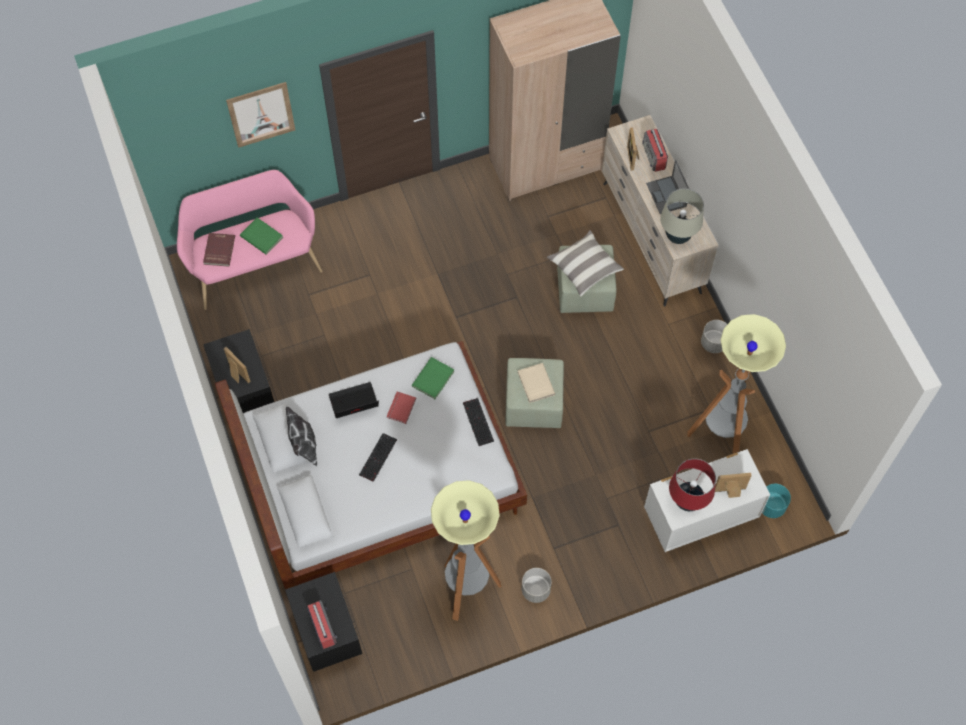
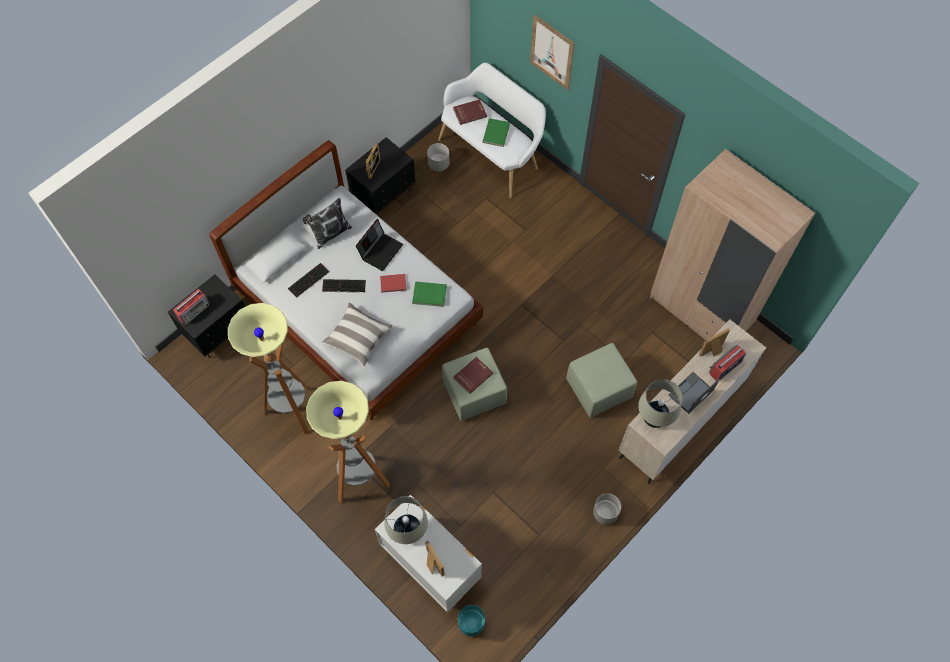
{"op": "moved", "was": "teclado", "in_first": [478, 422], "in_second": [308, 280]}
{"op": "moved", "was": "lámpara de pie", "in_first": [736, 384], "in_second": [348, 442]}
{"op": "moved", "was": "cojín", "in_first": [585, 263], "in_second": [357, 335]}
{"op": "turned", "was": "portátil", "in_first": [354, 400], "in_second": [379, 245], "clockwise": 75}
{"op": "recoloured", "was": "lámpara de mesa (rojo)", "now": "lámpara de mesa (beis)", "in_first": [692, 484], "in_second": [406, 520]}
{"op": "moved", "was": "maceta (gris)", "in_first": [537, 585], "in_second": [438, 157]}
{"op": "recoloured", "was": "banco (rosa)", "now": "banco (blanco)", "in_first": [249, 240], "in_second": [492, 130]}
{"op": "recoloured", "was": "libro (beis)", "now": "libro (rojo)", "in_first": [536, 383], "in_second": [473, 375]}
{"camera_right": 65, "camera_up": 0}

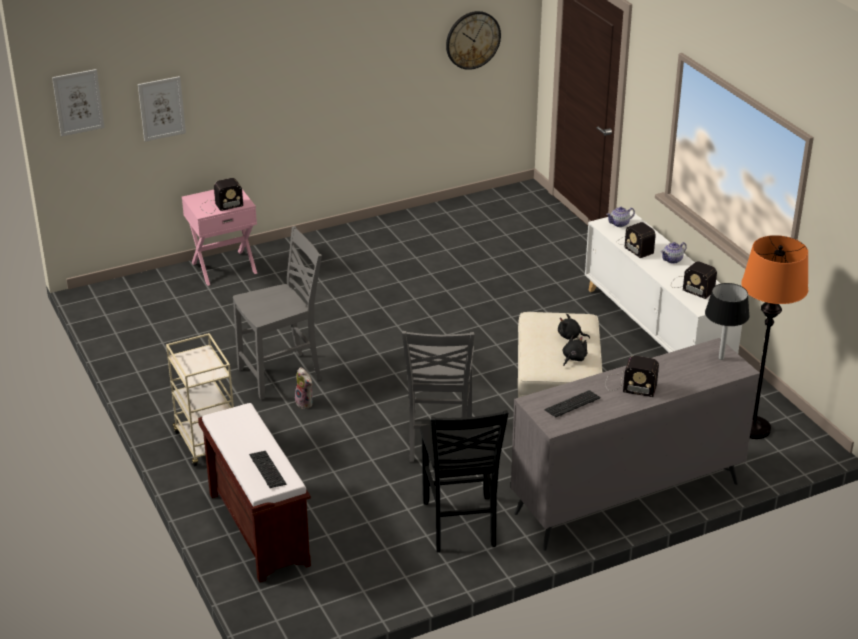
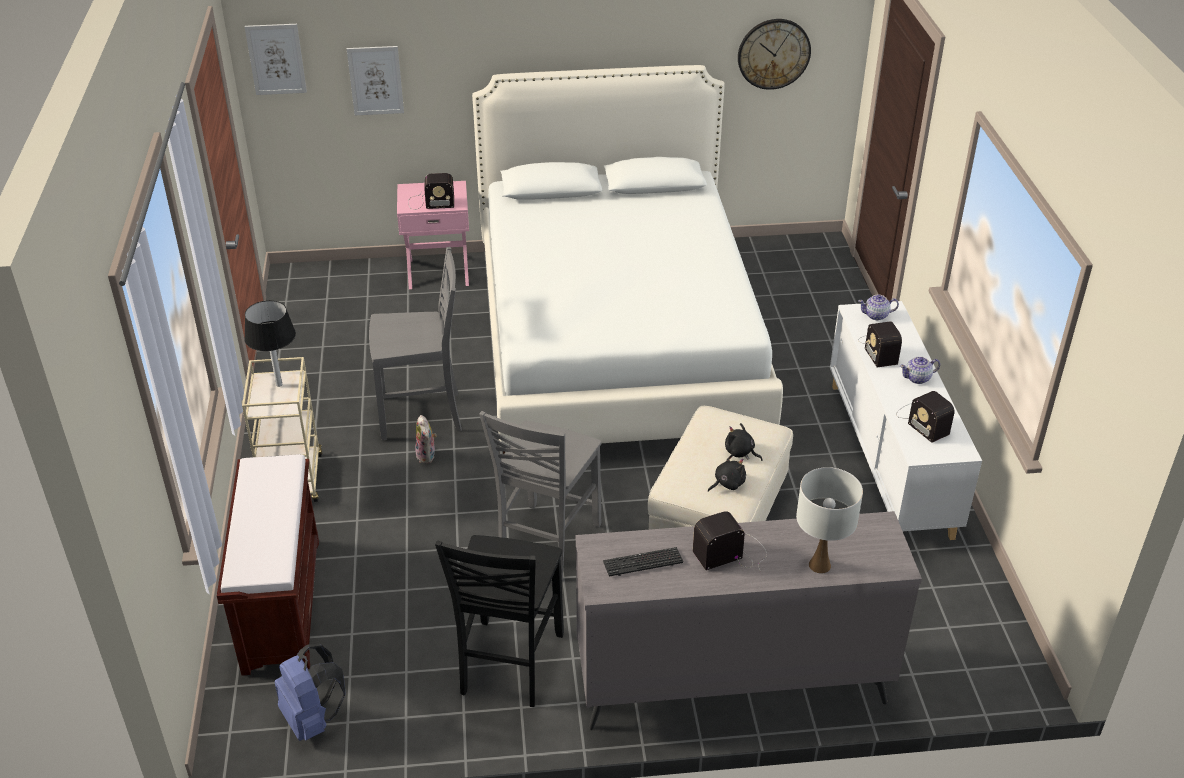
{"op": "moved", "was": "lámpara de mesa (negro)", "in_first": [727, 321], "in_second": [270, 343]}
{"op": "added", "now": "mochila (azul)", "in_second": [310, 692]}
{"op": "added", "now": "cama (blanco)", "in_second": [627, 259]}
{"op": "turned", "was": "radio", "in_first": [632, 376], "in_second": [730, 541], "clockwise": 120}
{"op": "added", "now": "lámpara de mesa (blanco)", "in_second": [829, 520]}
{"op": "removed", "was": "teclado", "in_first": [268, 469]}
{"op": "removed", "was": "lámpara de pie (naranja)", "in_first": [774, 337]}
{"camera_right": 20, "camera_up": 5}

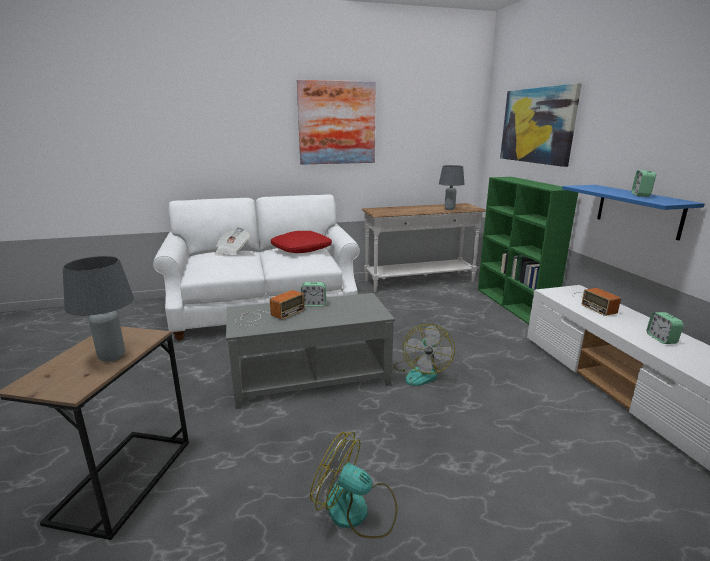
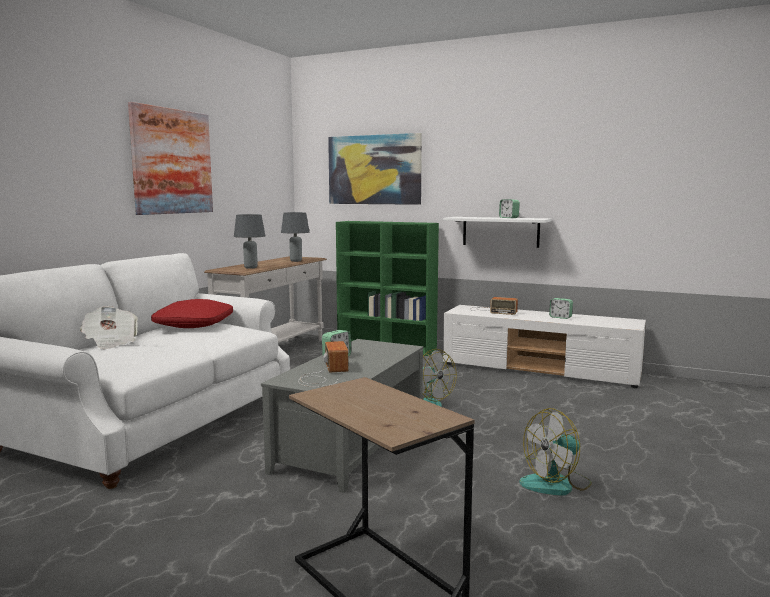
{"op": "moved", "was": "lámpara de mesa (gris)", "in_first": [98, 309], "in_second": [249, 241]}
{"op": "recoloured", "was": "estante (azul)", "now": "estante (blanco)", "in_first": [633, 212], "in_second": [497, 232]}
{"camera_right": -50, "camera_up": -10}

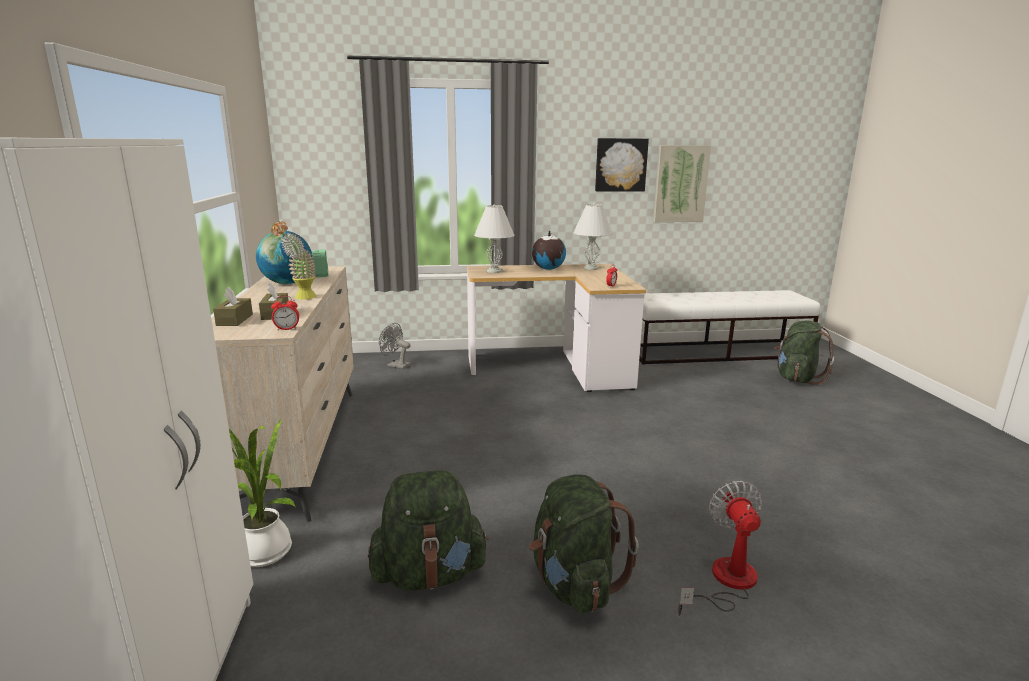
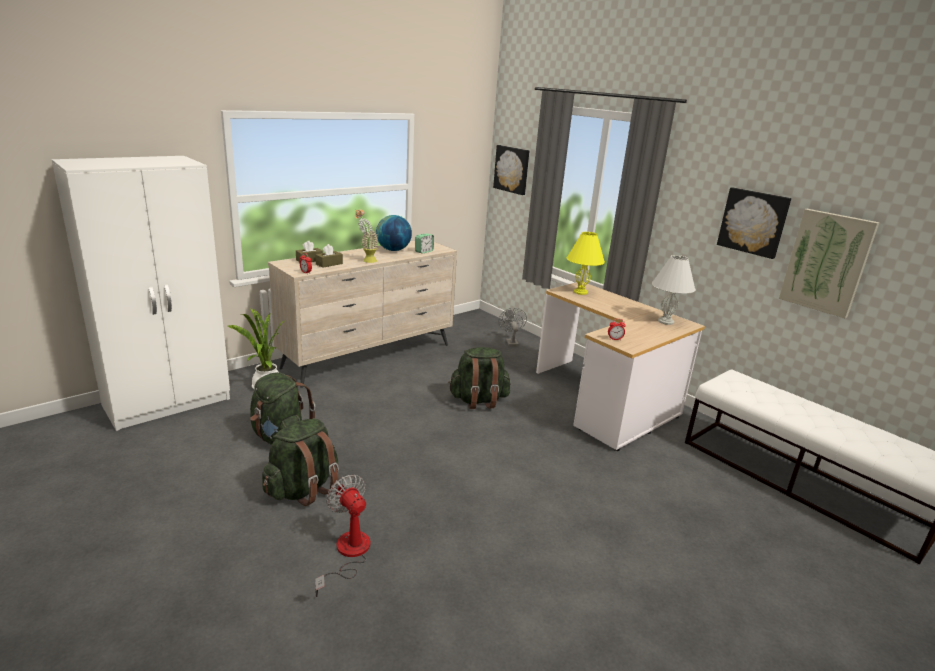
{"op": "turned", "was": "ventilador", "in_first": [720, 548], "in_second": [342, 535], "clockwise": -90}
{"op": "moved", "was": "mochila (verde)", "in_first": [804, 353], "in_second": [479, 378]}
{"op": "added", "now": "cuadro", "in_second": [511, 170]}
{"op": "recoloured", "was": "lámpara de mesa (blanco)", "now": "lámpara de mesa (amarillo)", "in_first": [494, 238], "in_second": [586, 263]}
{"op": "removed", "was": "globo terráqueo", "in_first": [549, 250]}
{"camera_right": 55, "camera_up": 5}

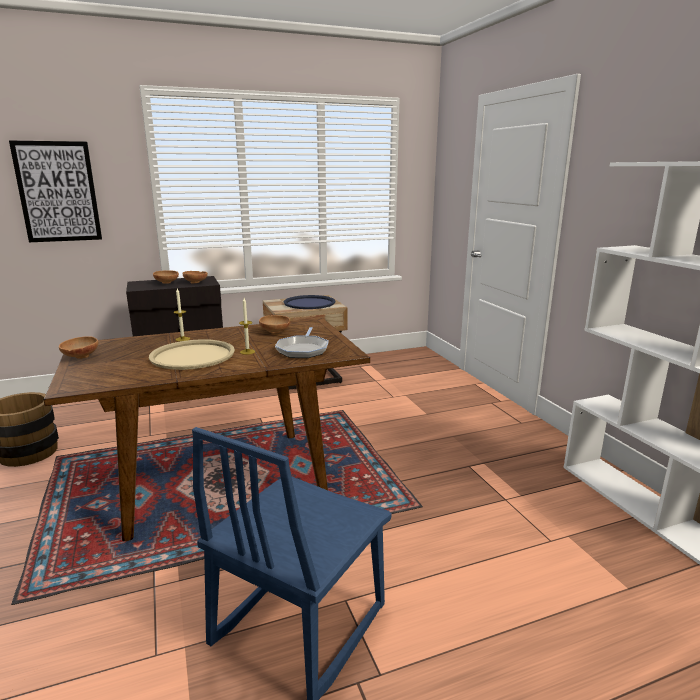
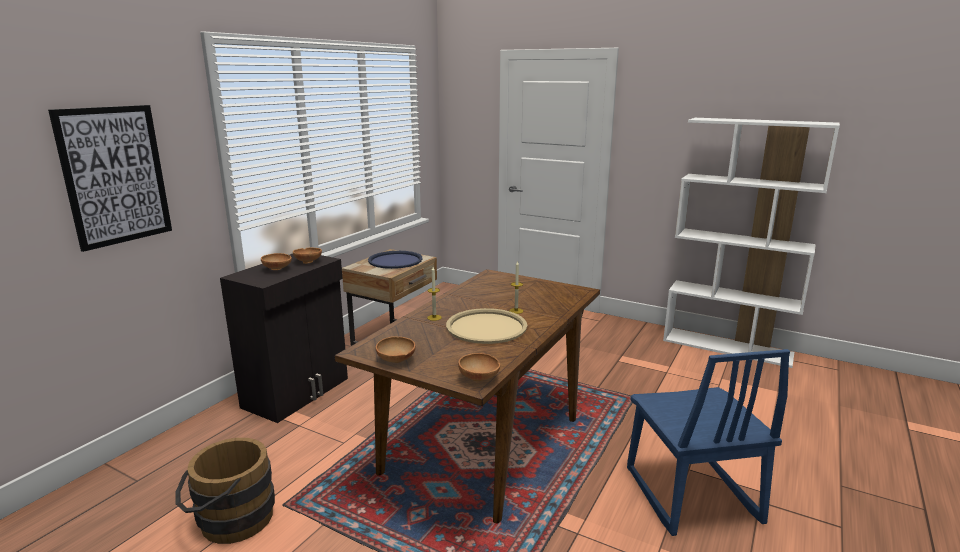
{"op": "moved", "was": "cuenco (marrón)", "in_first": [274, 324], "in_second": [479, 367]}
{"op": "removed", "was": "sartén", "in_first": [302, 342]}
{"camera_right": -40, "camera_up": 0}

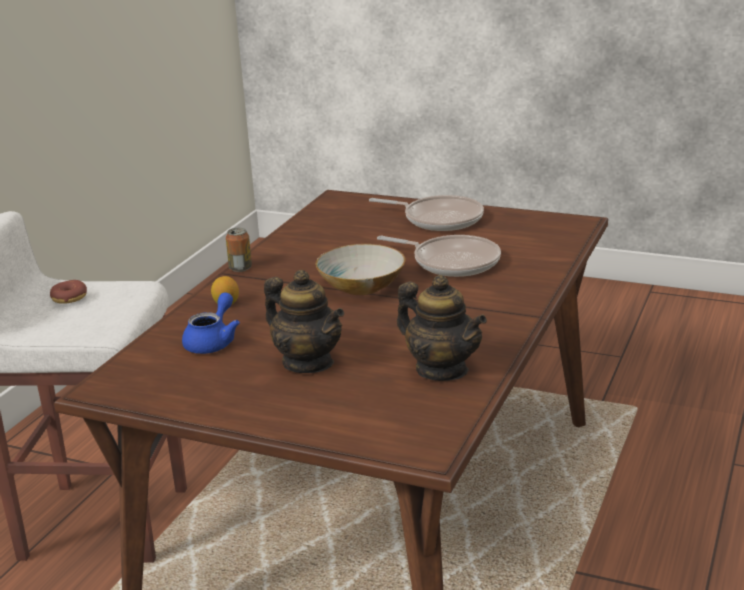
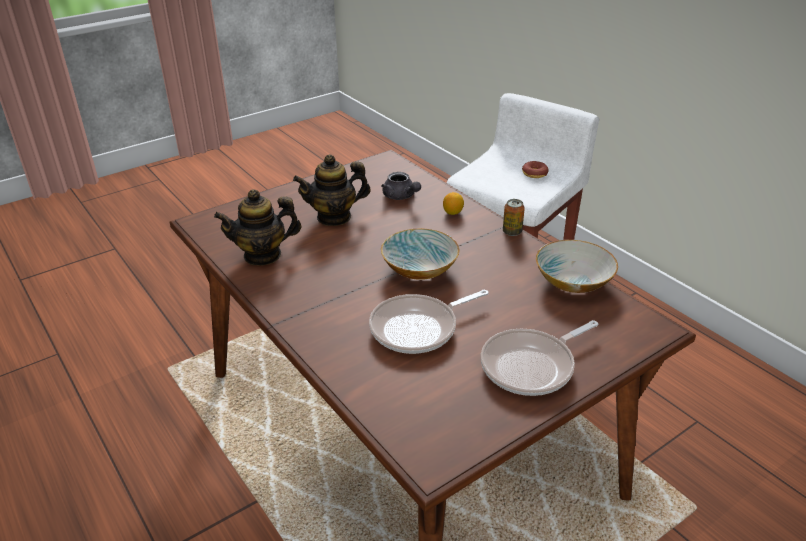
{"op": "recoloured", "was": "tetera (azul)", "now": "tetera (gris)", "in_first": [211, 323], "in_second": [401, 186]}
{"op": "added", "now": "cuenco", "in_second": [577, 266]}
{"camera_right": 120, "camera_up": 10}

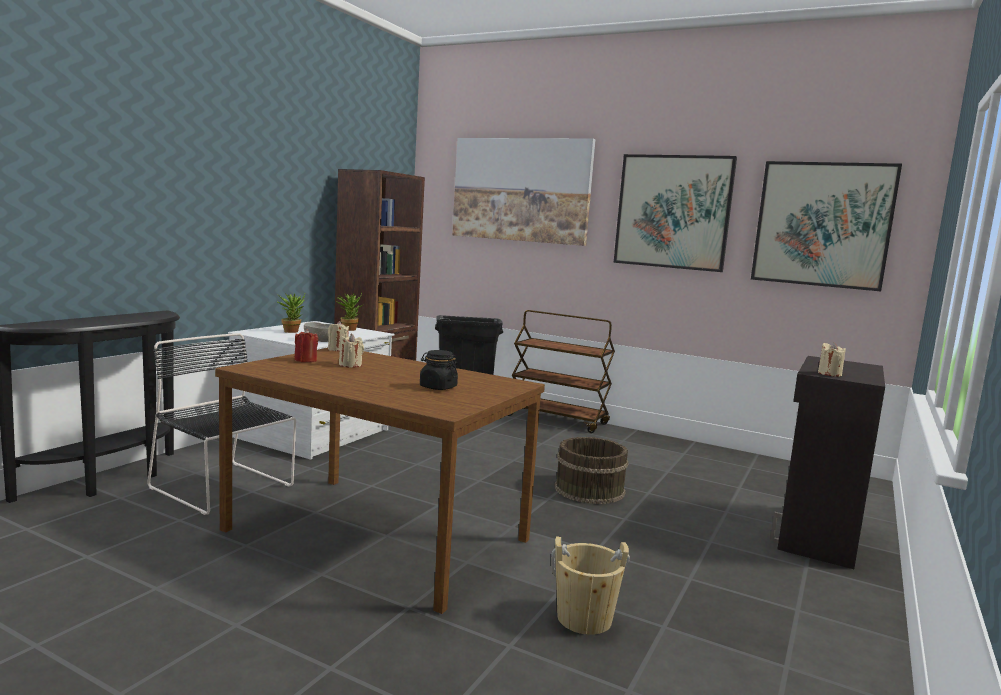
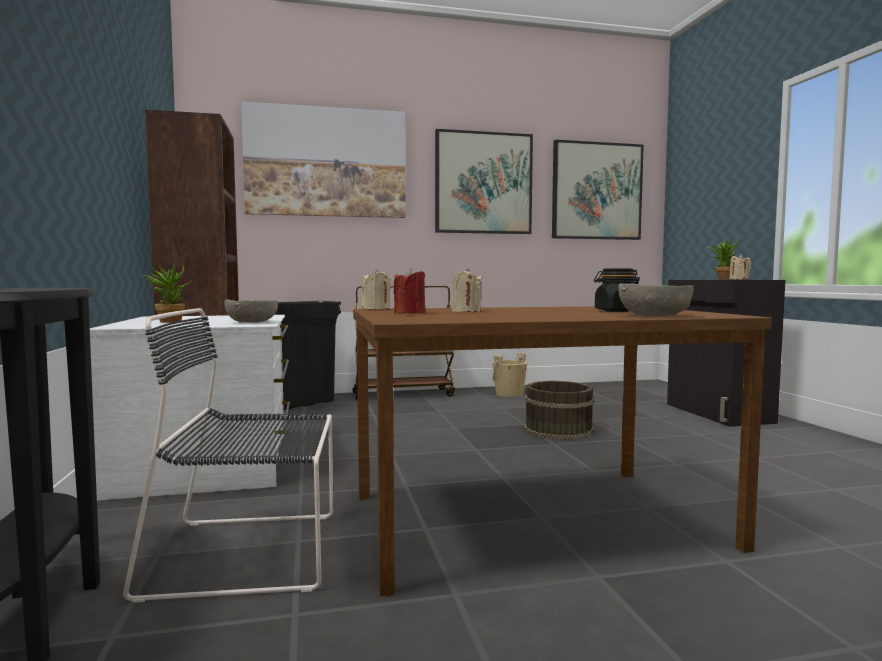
{"op": "moved", "was": "cubo (beis)", "in_first": [590, 585], "in_second": [510, 375]}
{"op": "added", "now": "cuenco (gris)", "in_second": [656, 299]}
{"op": "moved", "was": "planta en maceta", "in_first": [350, 312], "in_second": [723, 260]}
{"camera_right": -40, "camera_up": -5}

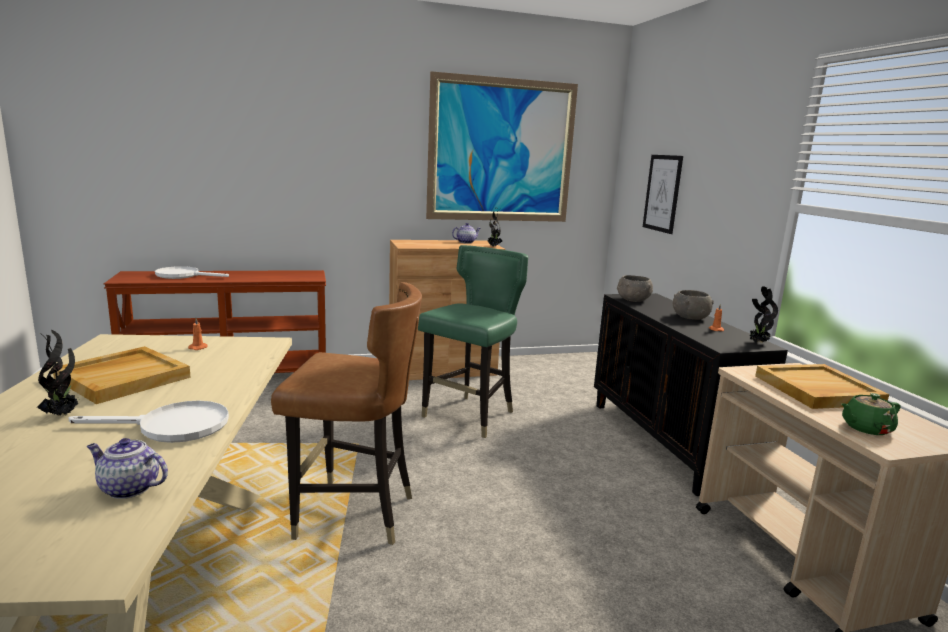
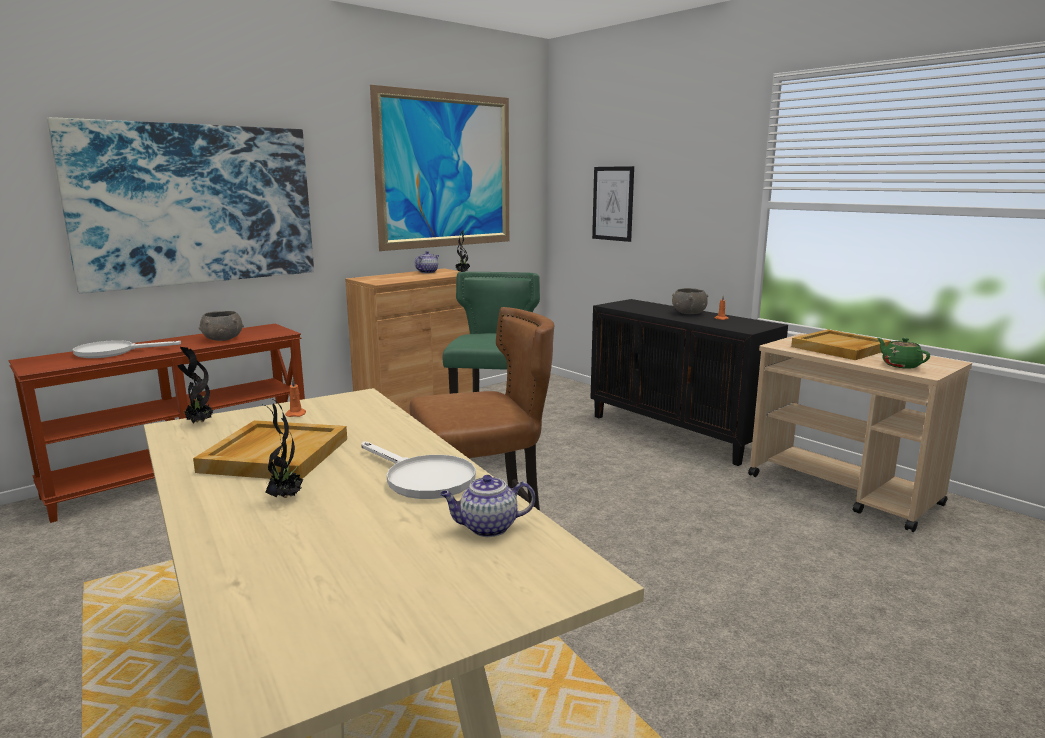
{"op": "added", "now": "cuadro", "in_second": [180, 205]}
{"op": "moved", "was": "planta en maceta", "in_first": [763, 314], "in_second": [195, 385]}
{"op": "moved", "was": "cuenco (gris)", "in_first": [635, 288], "in_second": [221, 326]}
{"op": "turned", "was": "sartén (blanco)", "in_first": [148, 422], "in_second": [418, 470], "clockwise": 75}
{"op": "turned", "was": "tetera (verde)", "in_first": [871, 414], "in_second": [903, 353], "clockwise": 105}
{"camera_right": -25, "camera_up": 0}

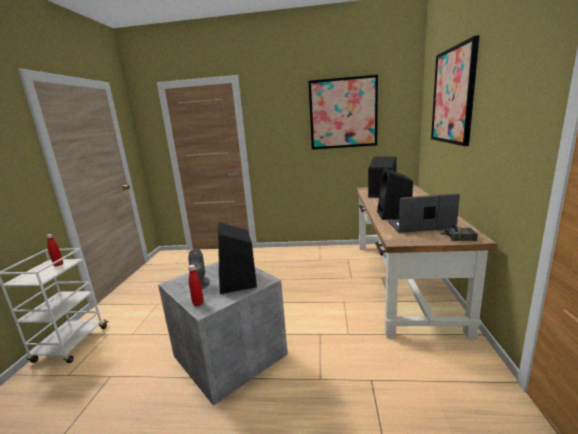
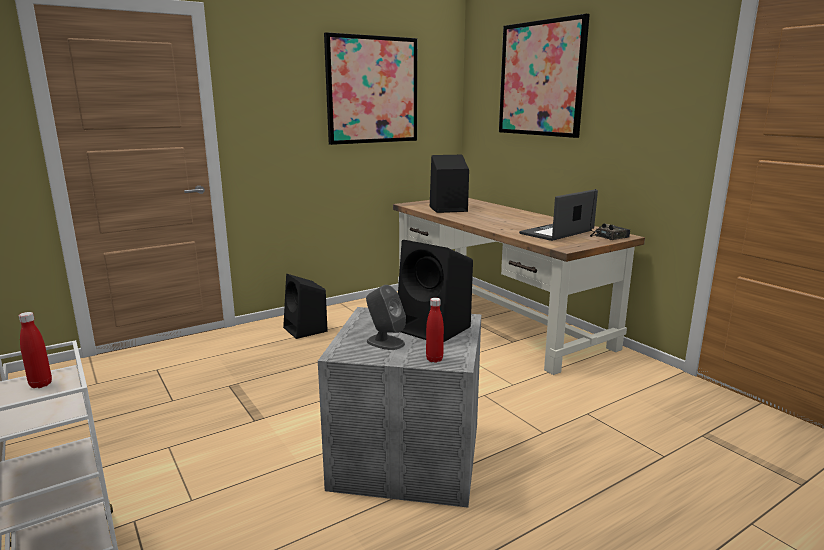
{"op": "moved", "was": "altavoz (negro)", "in_first": [395, 193], "in_second": [305, 306]}
{"camera_right": -40, "camera_up": 0}

